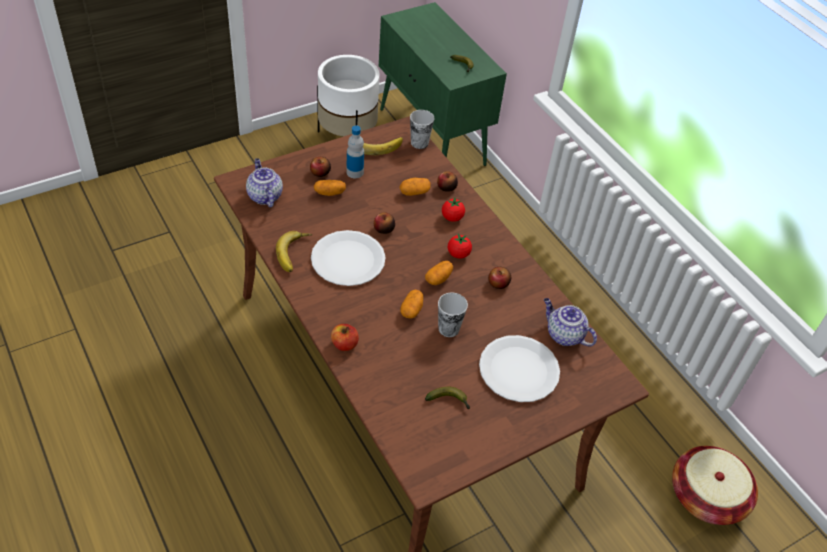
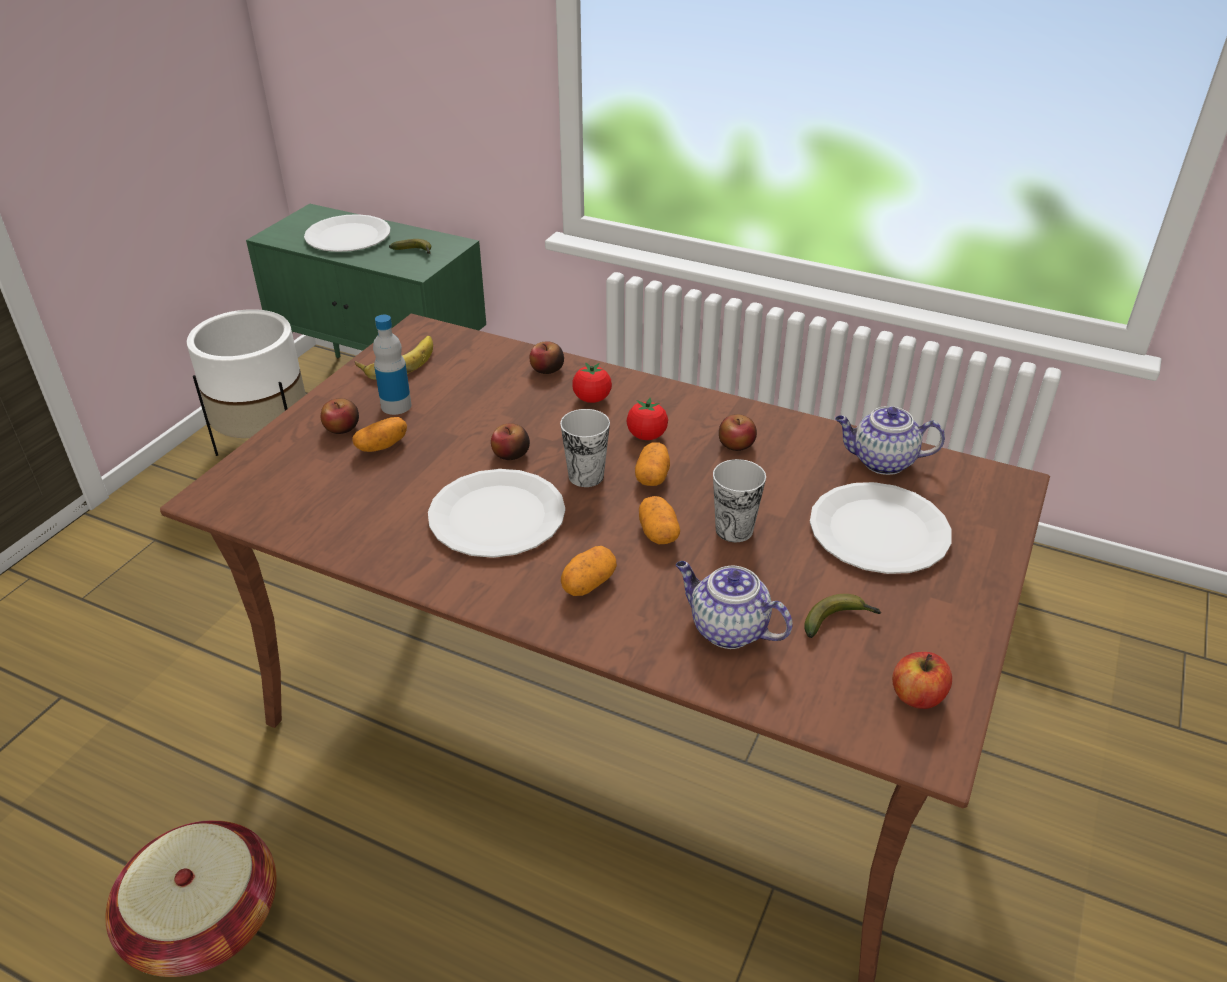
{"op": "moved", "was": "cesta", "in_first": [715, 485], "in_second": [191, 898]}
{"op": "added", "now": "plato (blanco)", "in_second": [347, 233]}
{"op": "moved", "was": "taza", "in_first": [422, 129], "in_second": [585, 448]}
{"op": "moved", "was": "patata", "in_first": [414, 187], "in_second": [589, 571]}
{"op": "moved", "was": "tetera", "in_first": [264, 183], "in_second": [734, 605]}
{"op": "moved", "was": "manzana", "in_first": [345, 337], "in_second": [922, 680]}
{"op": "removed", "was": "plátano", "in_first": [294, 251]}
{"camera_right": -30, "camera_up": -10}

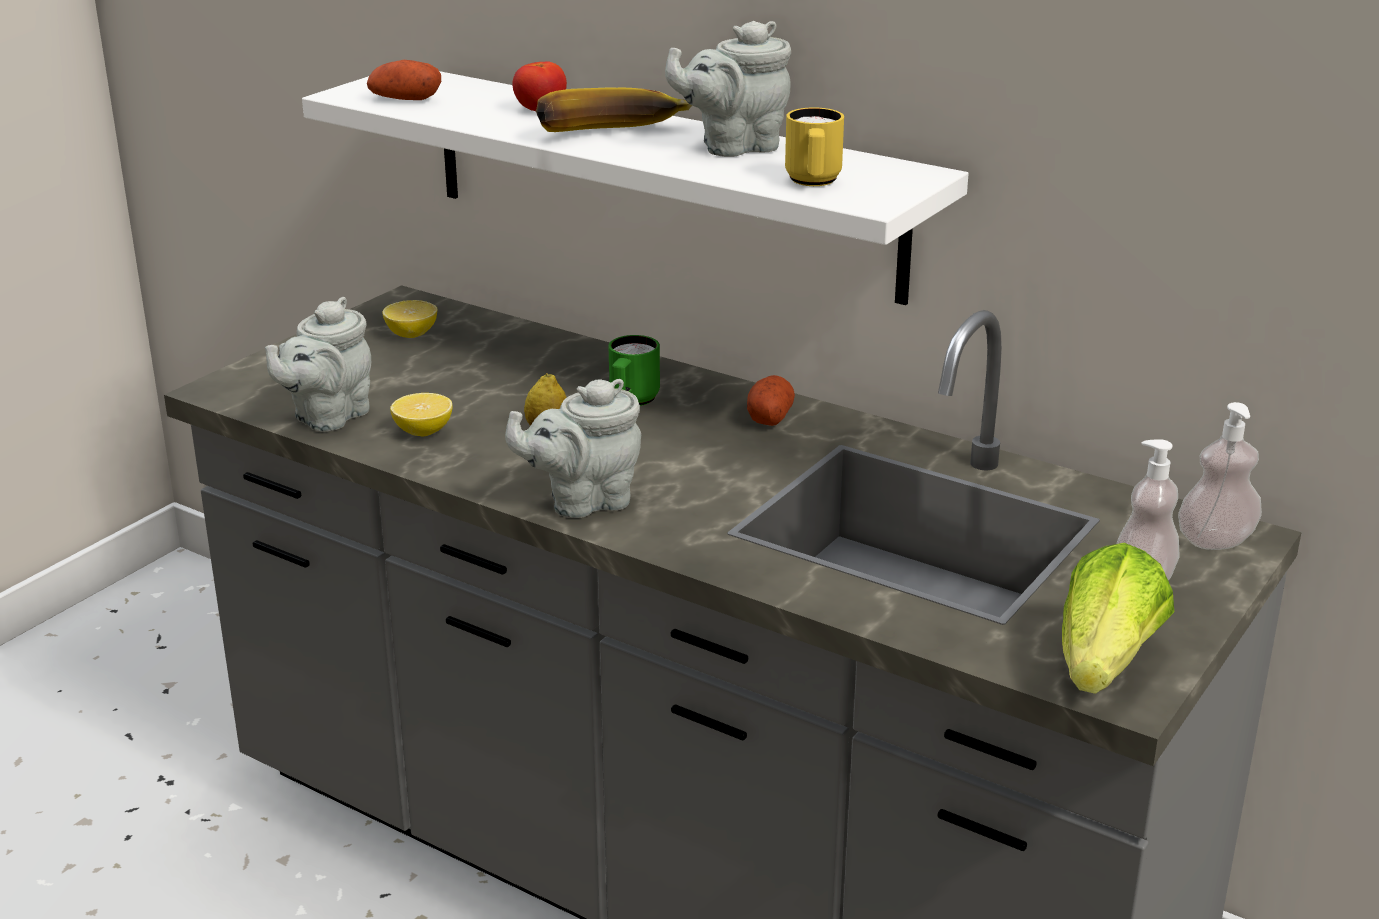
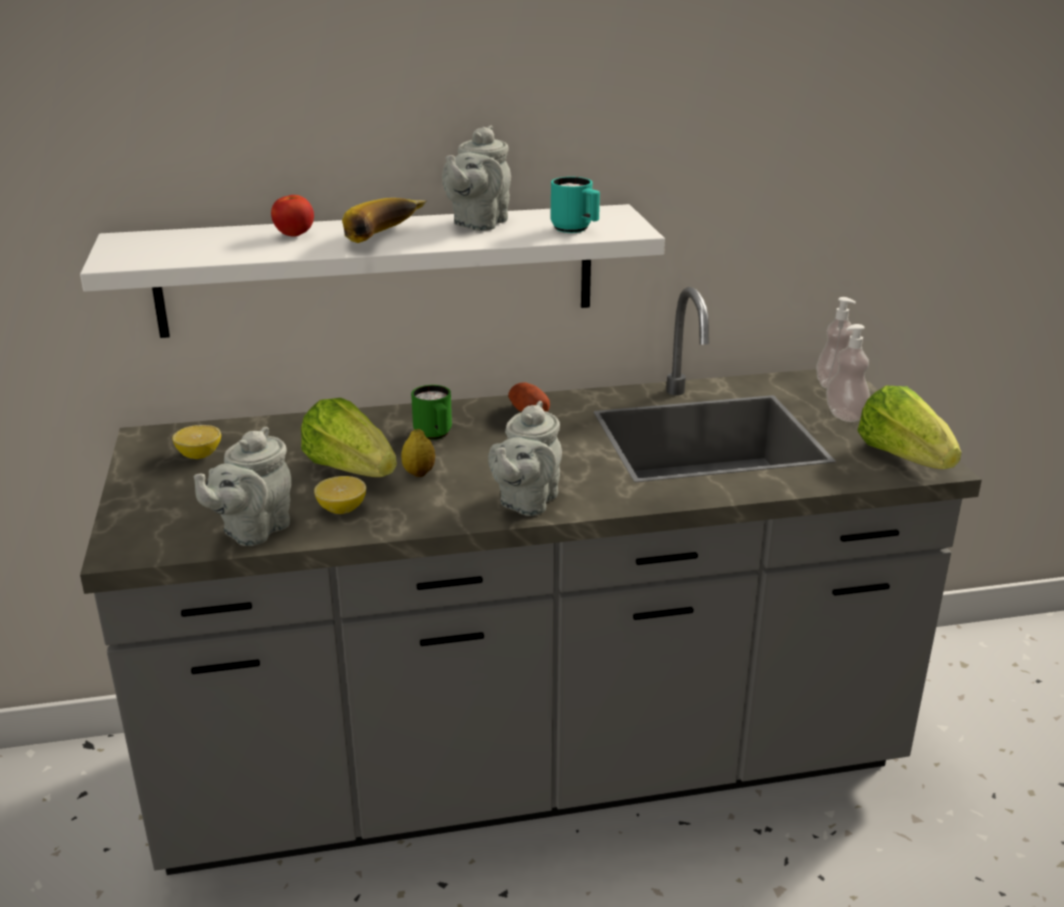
{"op": "turned", "was": "tetera (gris)", "in_first": [318, 364], "in_second": [242, 486], "clockwise": 45}
{"op": "added", "now": "lechuga", "in_second": [349, 437]}
{"op": "recoloured", "was": "taza grande (amarillo)", "now": "taza grande (turquesa)", "in_first": [814, 146], "in_second": [575, 205]}
{"op": "removed", "was": "patata", "in_first": [404, 80]}
{"camera_right": -45, "camera_up": 0}

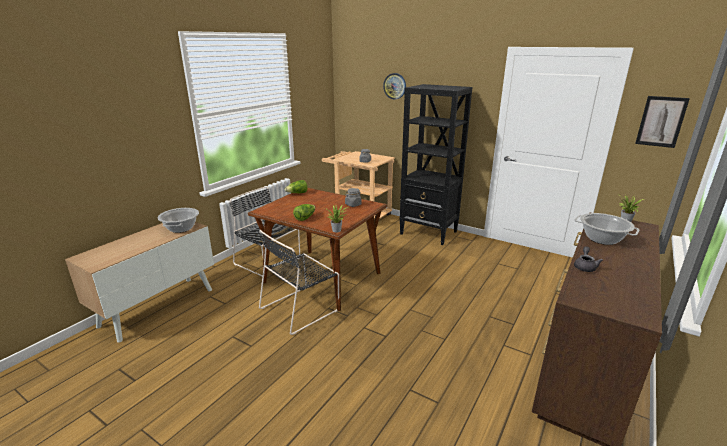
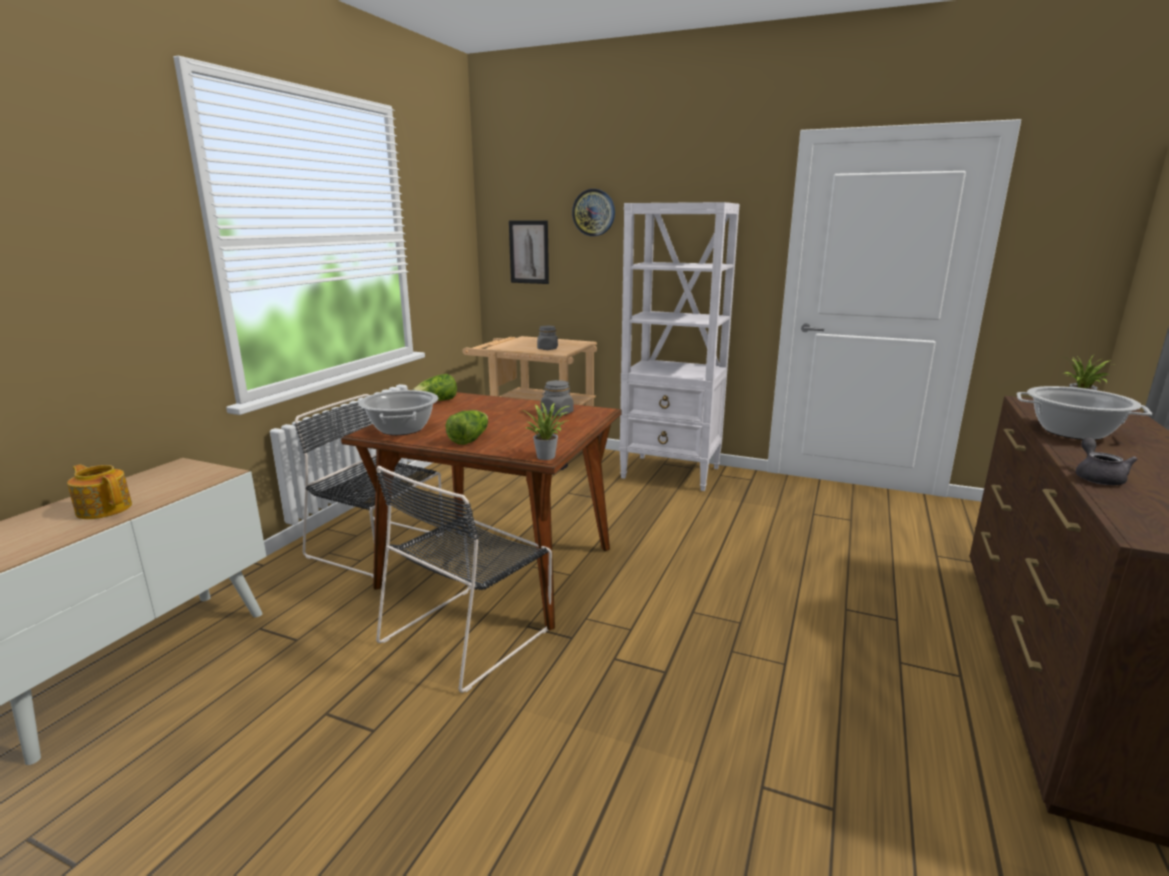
{"op": "added", "now": "tetera", "in_second": [99, 492]}
{"op": "moved", "was": "olla", "in_first": [178, 220], "in_second": [398, 412]}
{"op": "moved", "was": "cuadro", "in_first": [662, 122], "in_second": [529, 252]}
{"op": "recoloured", "was": "estantería (negro)", "now": "estantería (blanco)", "in_first": [435, 164], "in_second": [679, 346]}
{"camera_right": -10, "camera_up": -5}

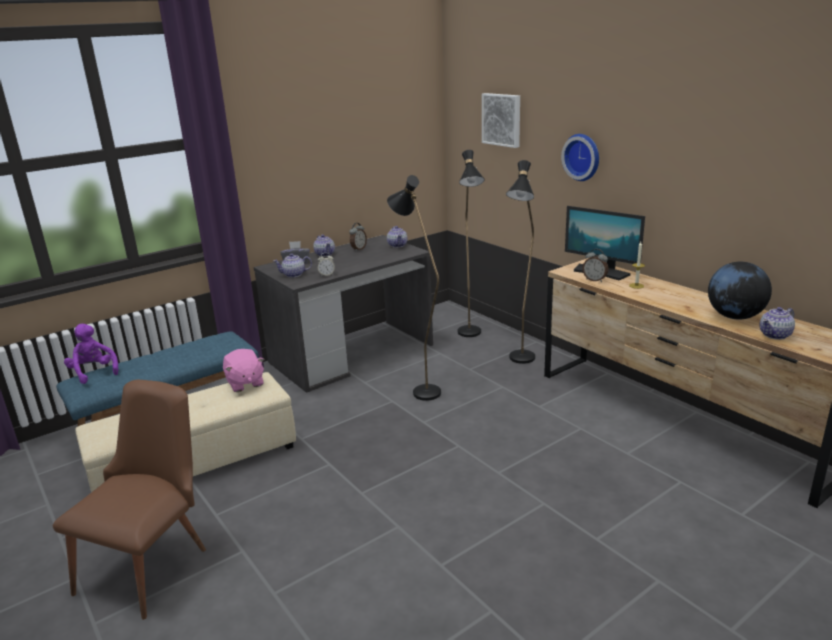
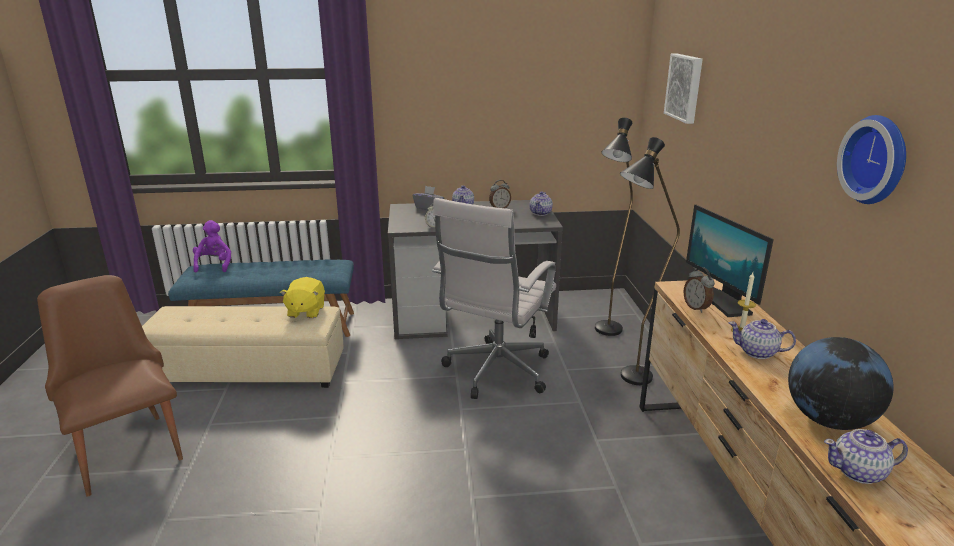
{"op": "turned", "was": "silla (marrón)", "in_first": [129, 500], "in_second": [110, 386], "clockwise": -90}
{"op": "recoloured", "was": "peluche (rosa)", "now": "peluche (amarillo)", "in_first": [243, 370], "in_second": [302, 297]}
{"op": "replaced", "was": "lámpara de pie (negro)", "now": "silla de oficina (blanco)", "in_first": [414, 288], "in_second": [494, 298]}
{"op": "moved", "was": "tetera", "in_first": [292, 265], "in_second": [762, 339]}
{"op": "moved", "was": "reloj de pared", "in_first": [580, 157], "in_second": [871, 159]}
{"camera_right": 30, "camera_up": 0}

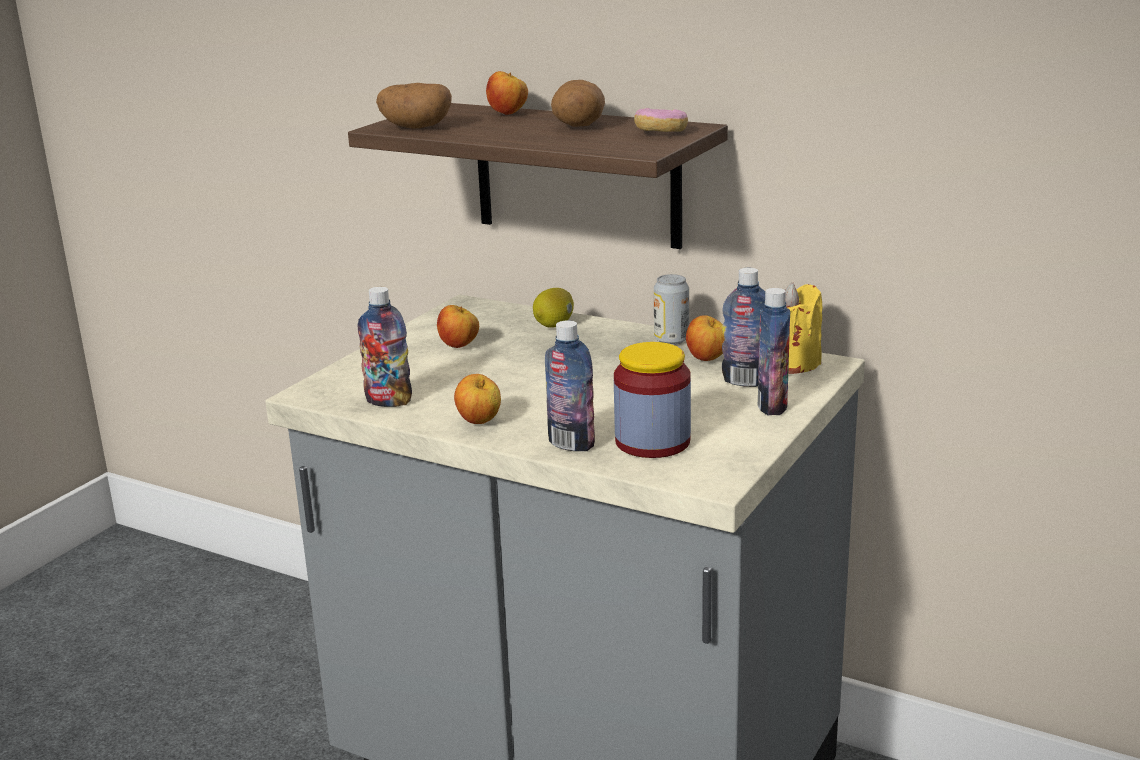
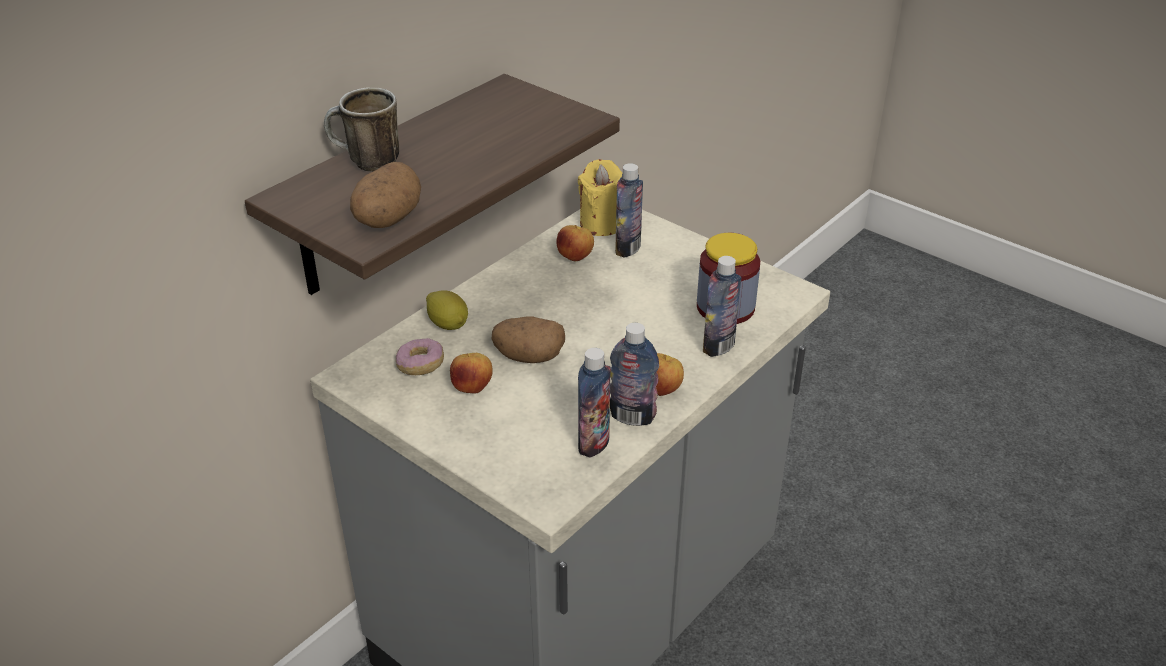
{"op": "replaced", "was": "manzana", "now": "taza grande", "in_first": [507, 93], "in_second": [362, 129]}
{"op": "moved", "was": "rosquilla", "in_first": [661, 120], "in_second": [420, 356]}
{"op": "moved", "was": "patata", "in_first": [578, 103], "in_second": [528, 339]}
{"op": "moved", "was": "botella", "in_first": [774, 351], "in_second": [634, 374]}
{"op": "removed", "was": "lata", "in_first": [671, 309]}
{"camera_right": -80, "camera_up": 15}

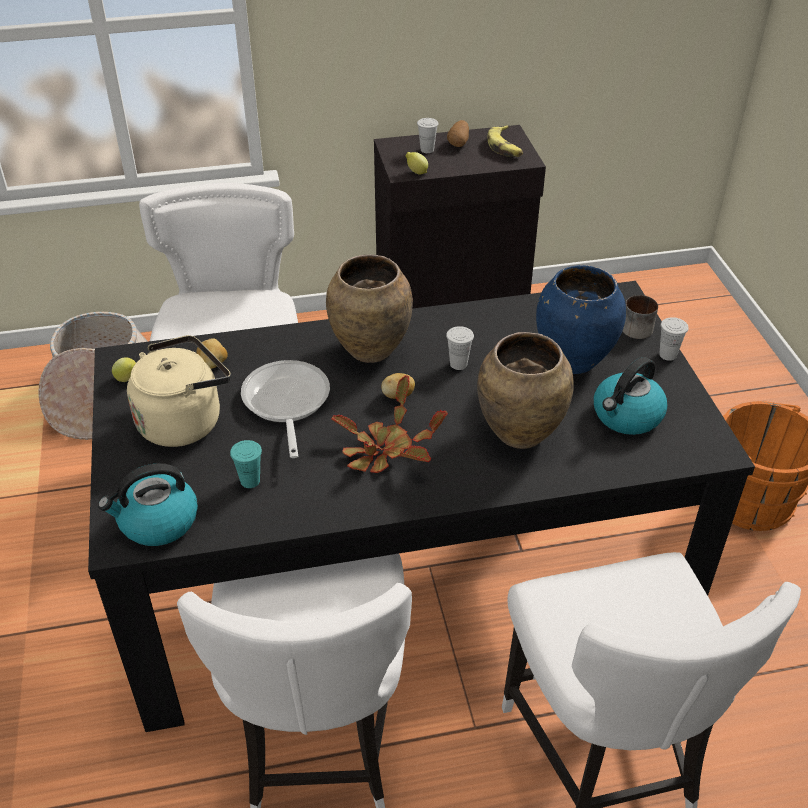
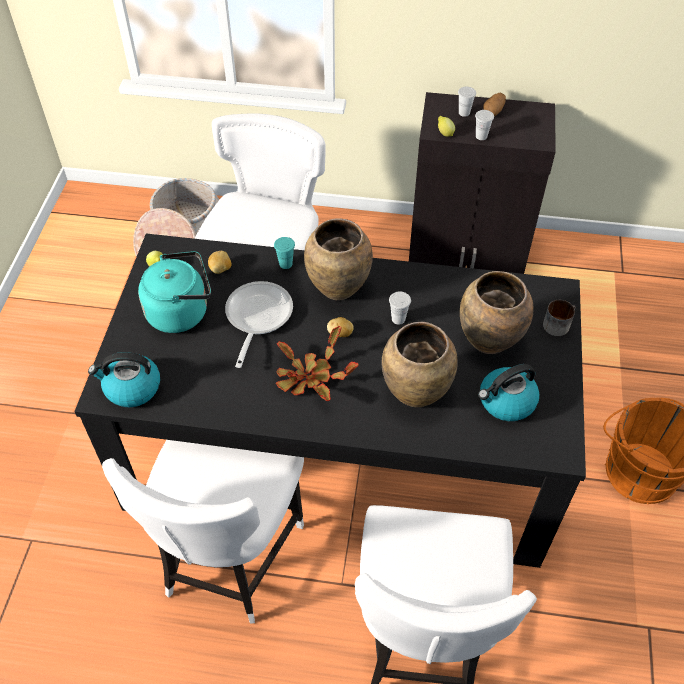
{"op": "recoloured", "was": "hervidor (beis)", "now": "hervidor (turquesa)", "in_first": [179, 391], "in_second": [174, 292]}
{"op": "moved", "was": "taza (turquesa)", "in_first": [246, 464], "in_second": [284, 253]}
{"op": "recoloured", "was": "florero (azul)", "now": "florero (marrón)", "in_first": [581, 319], "in_second": [496, 312]}
{"op": "moved", "was": "taza (blanco)", "in_first": [674, 339], "in_second": [484, 125]}
{"op": "removed", "was": "plátano", "in_first": [505, 141]}
{"camera_right": 20, "camera_up": 10}

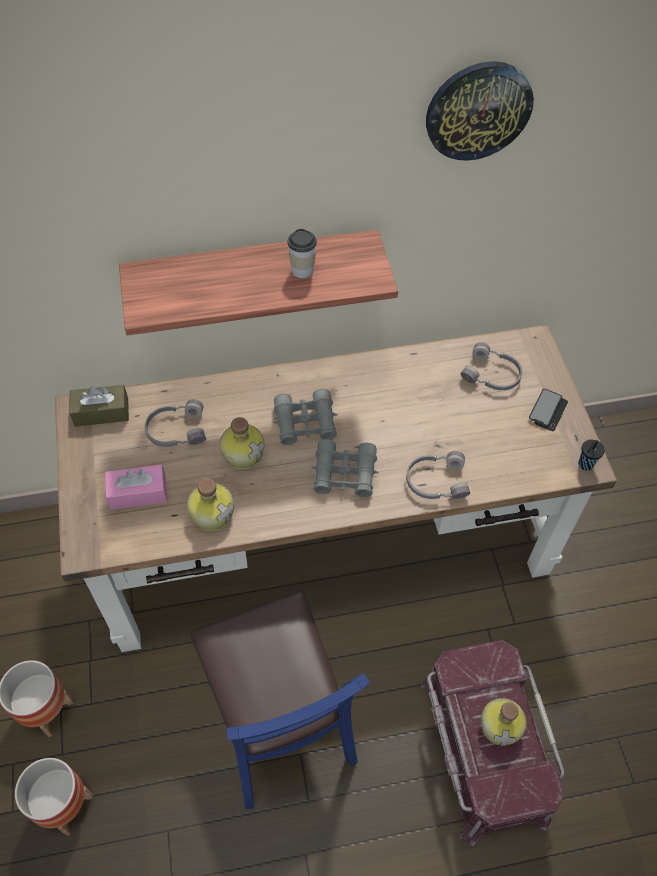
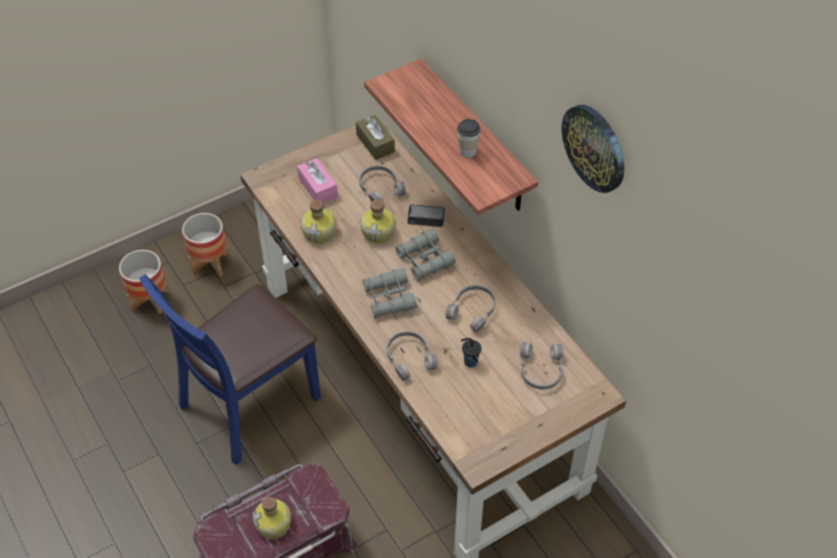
{"op": "moved", "was": "móvil", "in_first": [548, 410], "in_second": [426, 216]}
{"op": "added", "now": "auriculares (gris)", "in_second": [471, 308]}
{"op": "moved", "was": "taza (negro)", "in_first": [591, 455], "in_second": [471, 353]}
{"camera_right": 70, "camera_up": -5}

